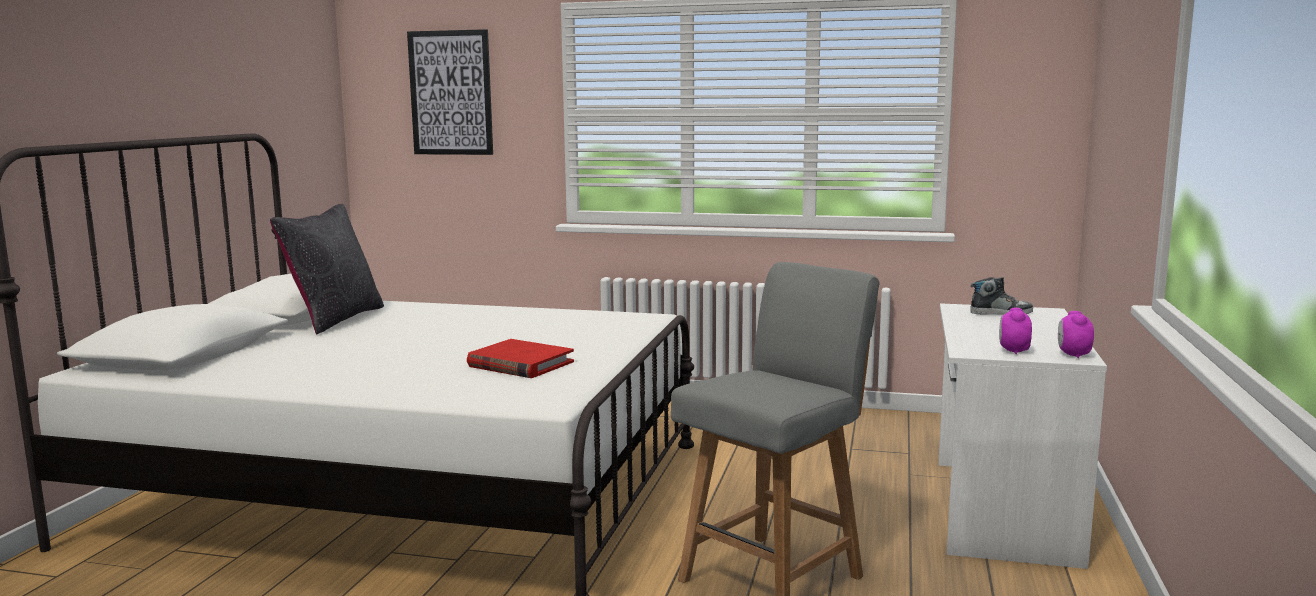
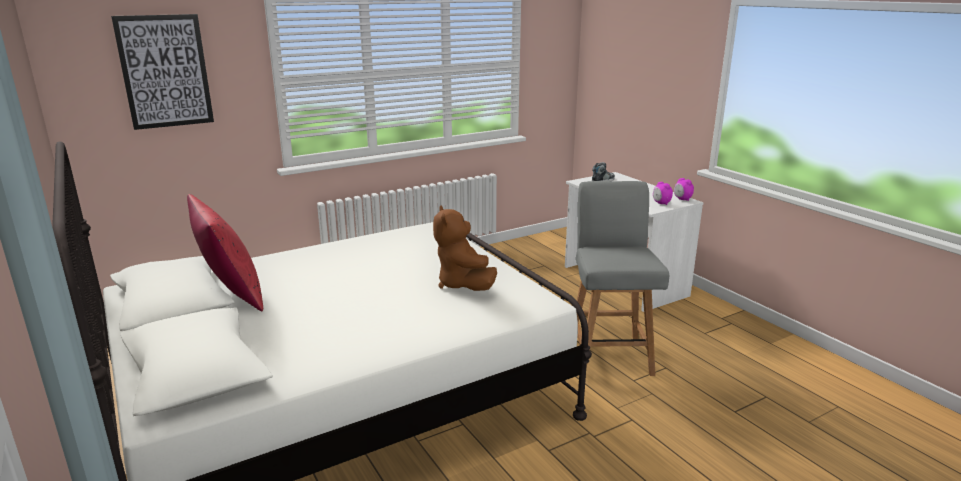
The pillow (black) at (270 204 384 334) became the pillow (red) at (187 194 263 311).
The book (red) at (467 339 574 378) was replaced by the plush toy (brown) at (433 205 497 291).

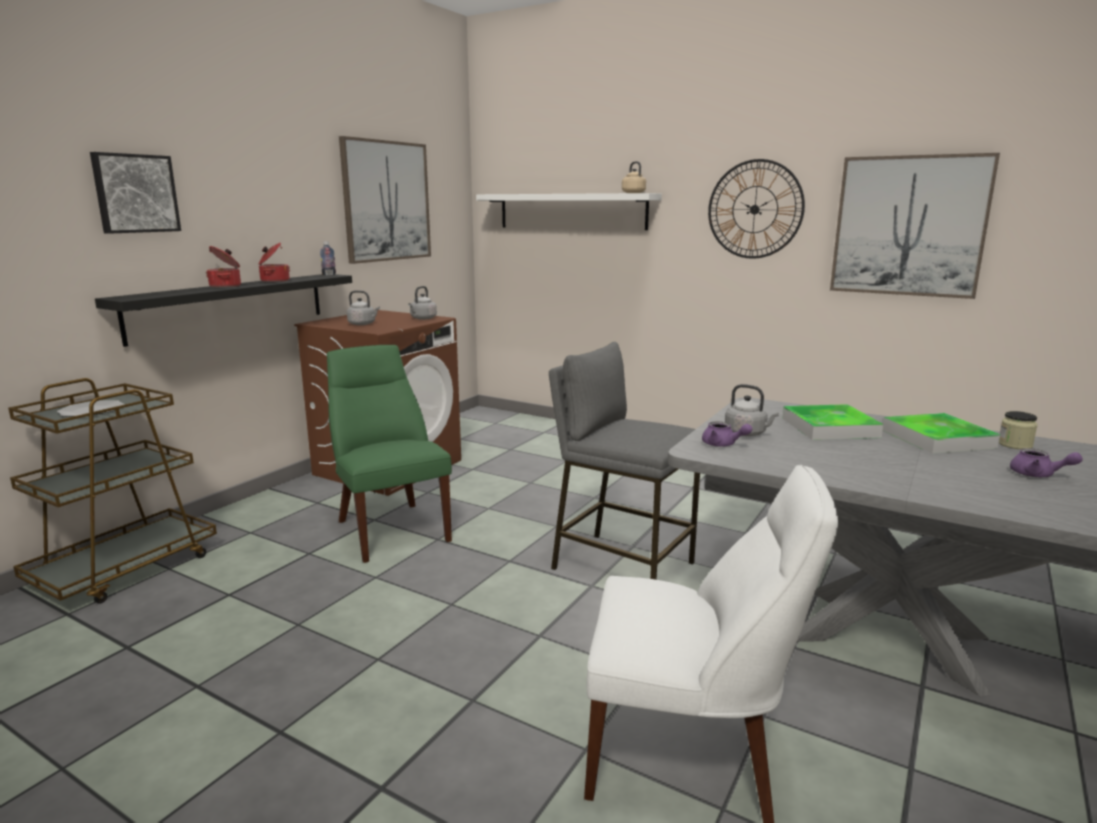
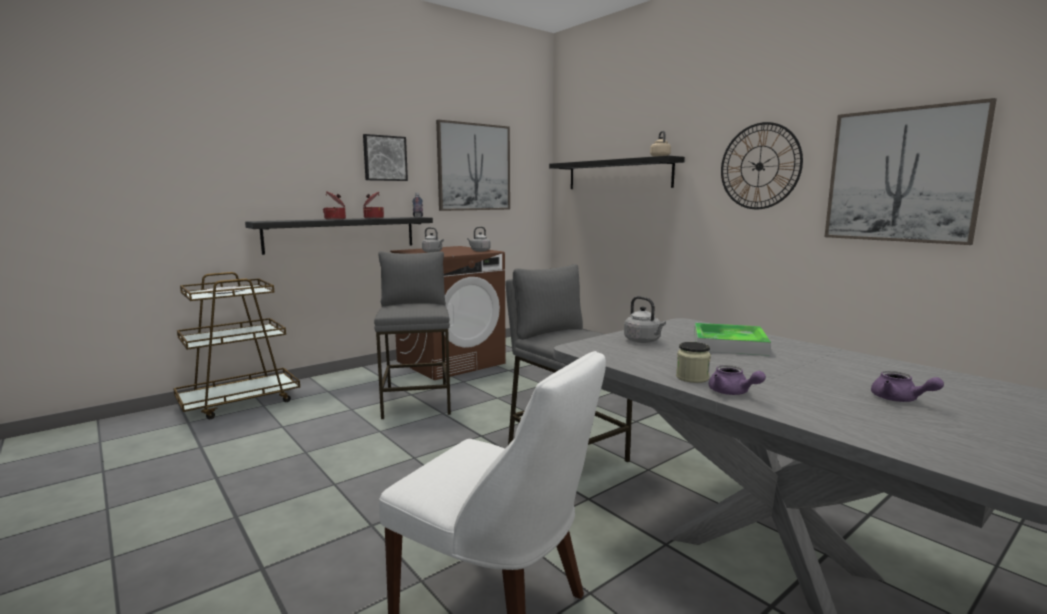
The picture moved from (90 152 181 234) to (363 134 408 181).
The chair (green) at (327 345 452 563) was replaced by the stool (grey) at (374 251 451 419).
The shelf (white) at (476 193 662 230) became the shelf (black) at (549 156 685 189).
The jar moved from (999 411 1038 449) to (676 342 711 383).
The teapot (purple) moved from (702 421 752 447) to (709 365 766 395).
The tray at (883 413 1000 454) disappeared.

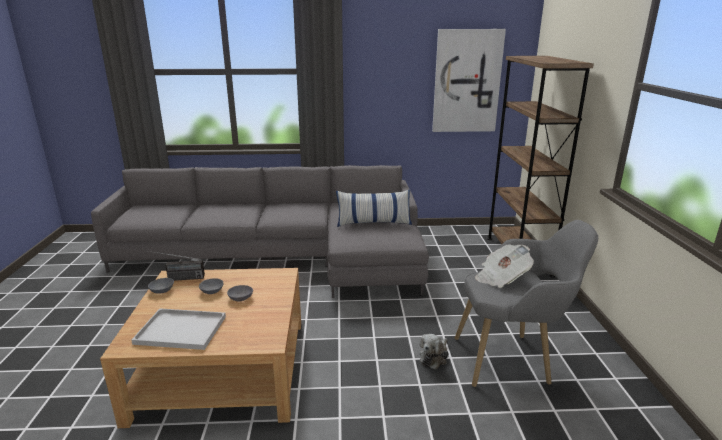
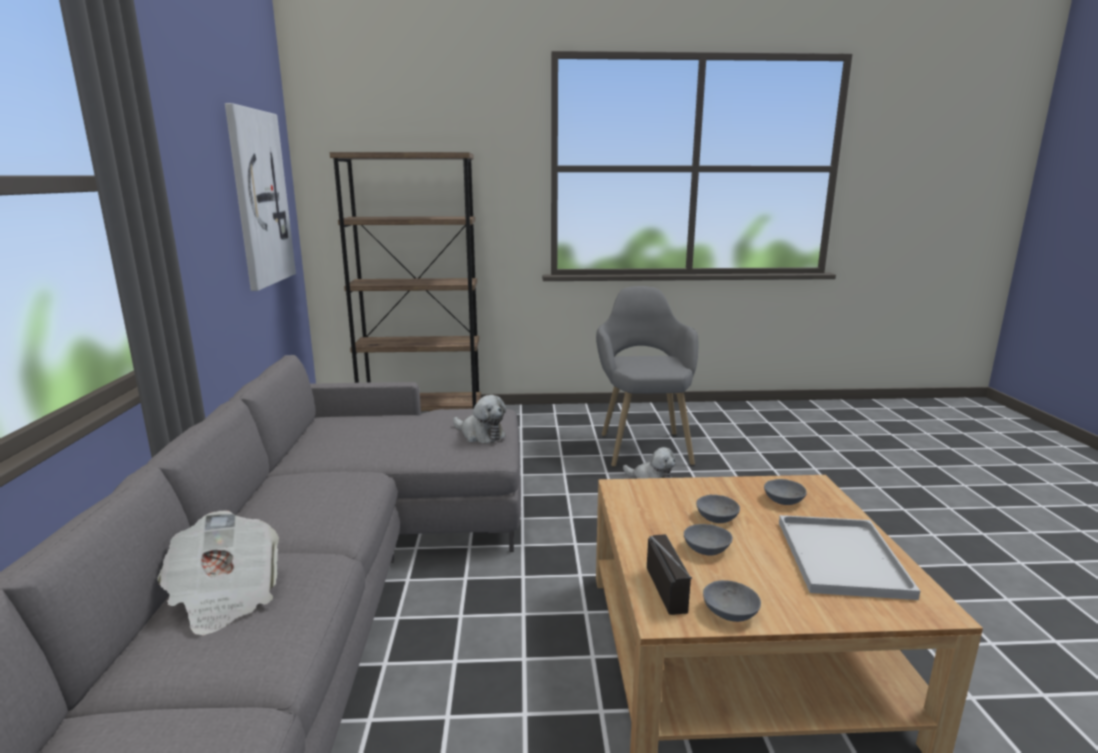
The newspaper moved from (475 244 534 288) to (157 511 279 636).
The plush toy at (453 395 506 443) appeared.
The bowl (grey) at (764 479 806 505) appeared.
The pillow at (336 190 412 227) disappeared.

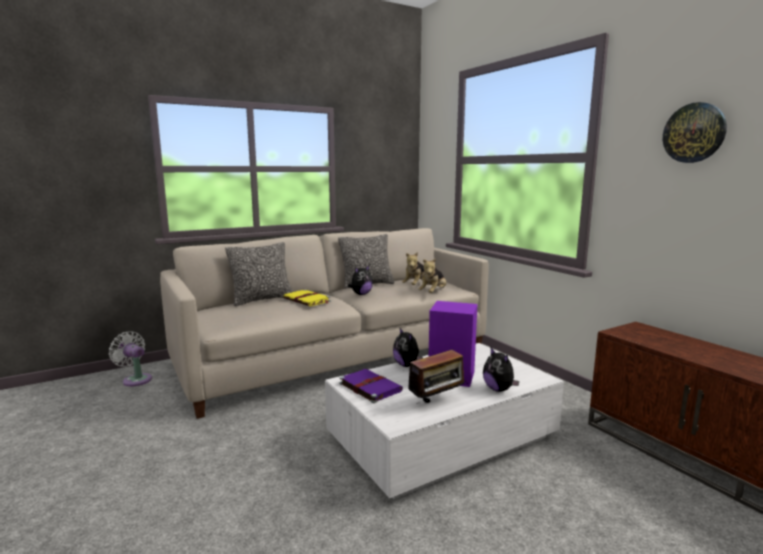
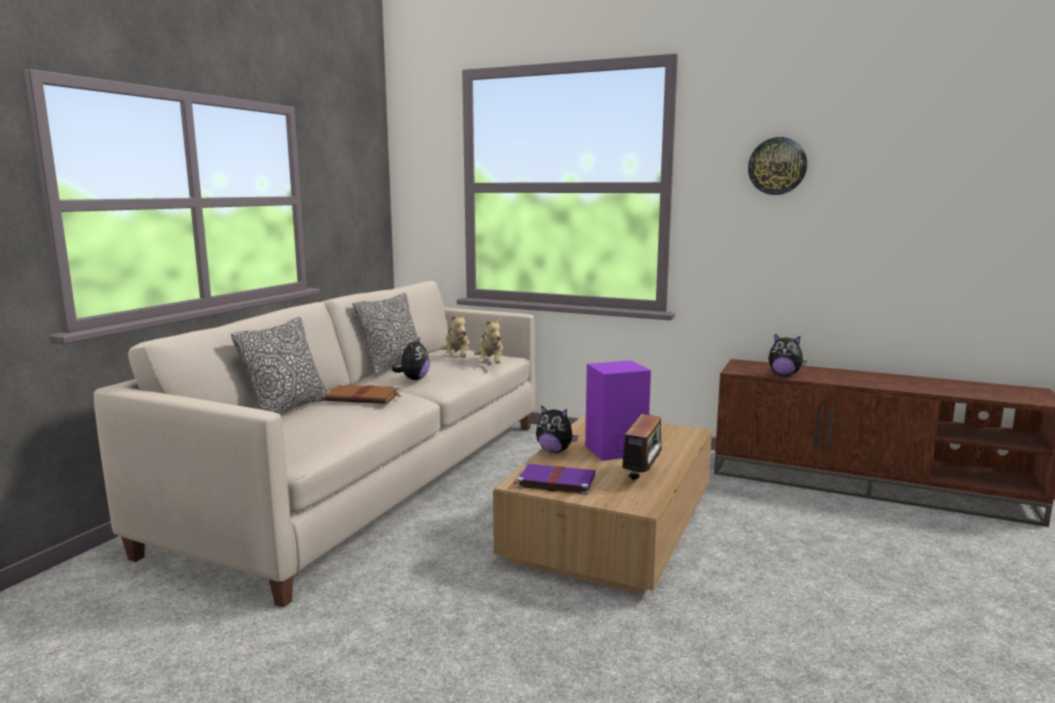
The book (yellow) at (283 289 331 306) became the book (brown) at (325 384 401 404).
The coffee table (white) at (325 343 564 499) became the coffee table (brown) at (493 413 712 594).
The plush toy moved from (483 348 519 392) to (769 334 807 375).
The fan (white) at (109 331 152 386) disappeared.

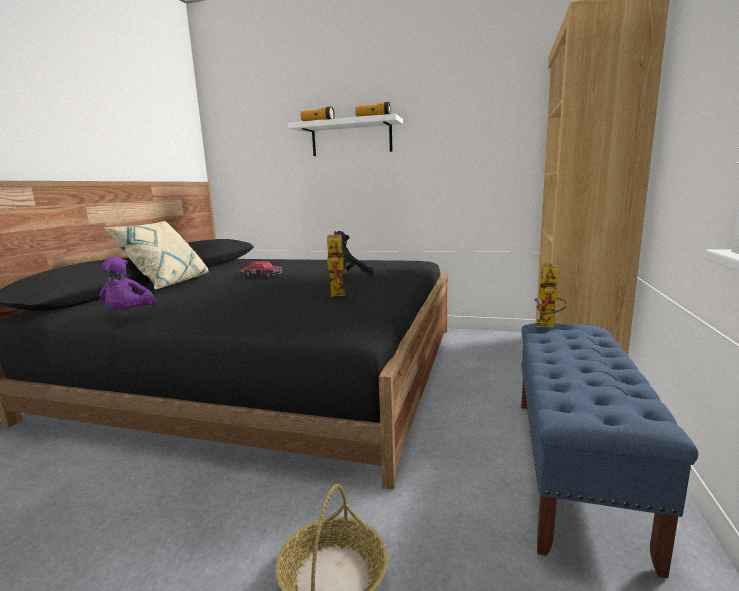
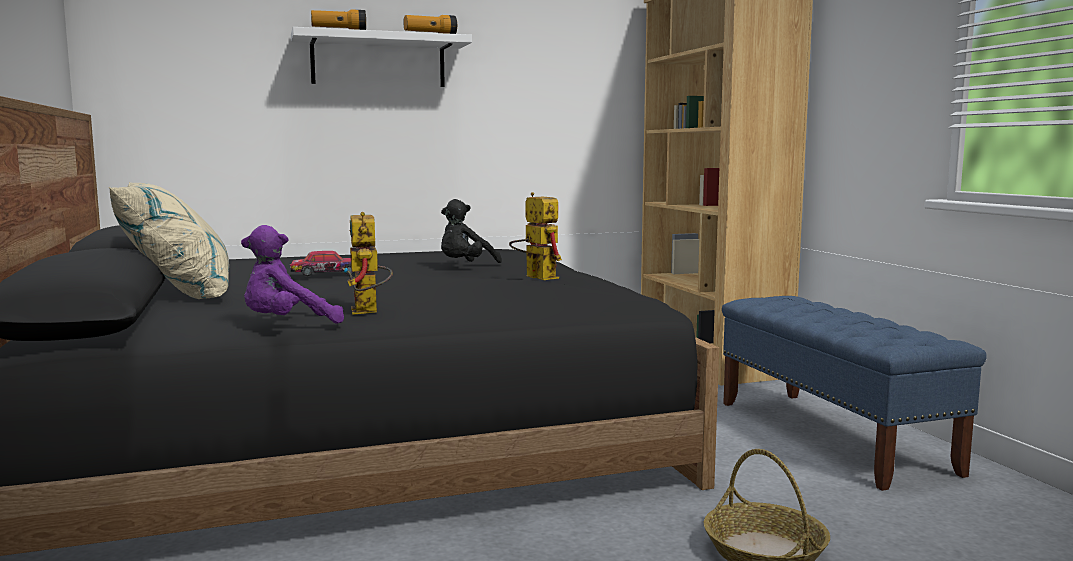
The plush toy (purple) at (99 256 158 310) turned 105 degrees clockwise.
The toy robot moved from (534 263 568 327) to (343 212 393 315).

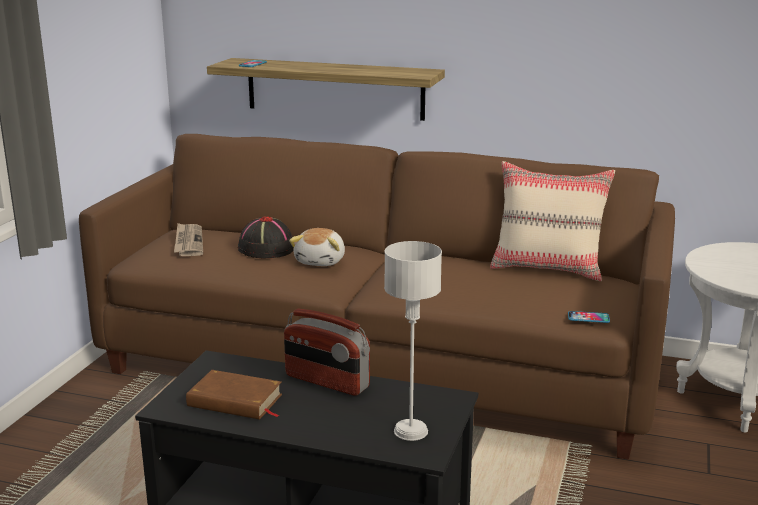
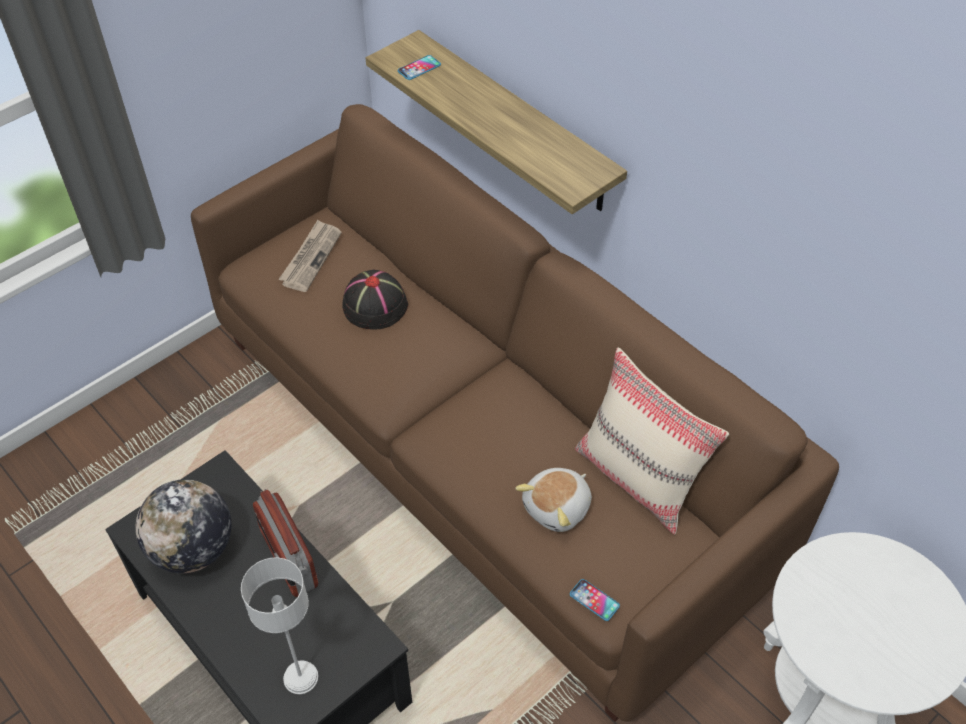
The book (brown) at (186 370 282 419) was replaced by the globe at (135 479 231 573).
The plush toy moved from (289 228 345 266) to (515 468 592 532).

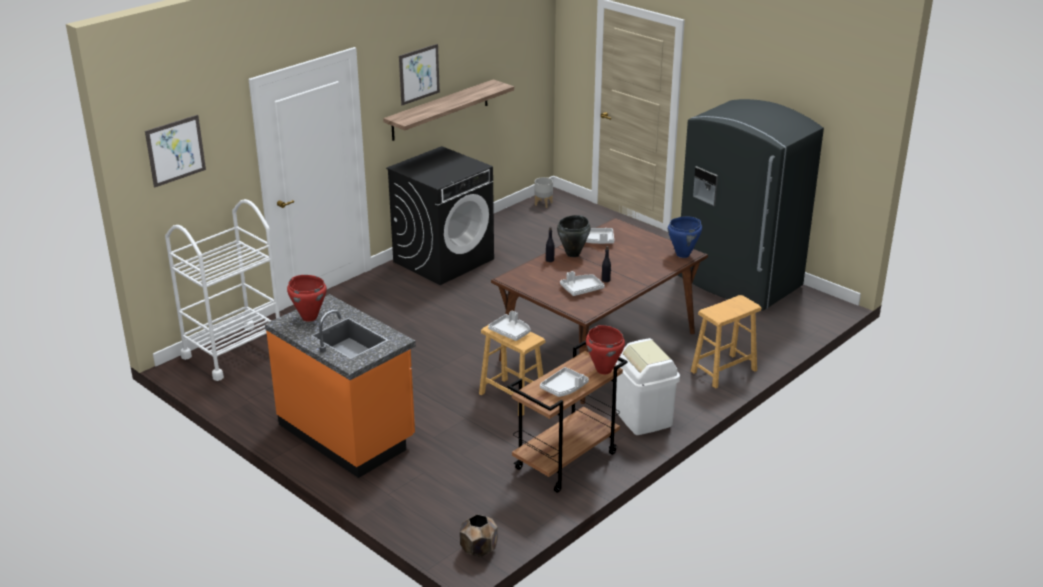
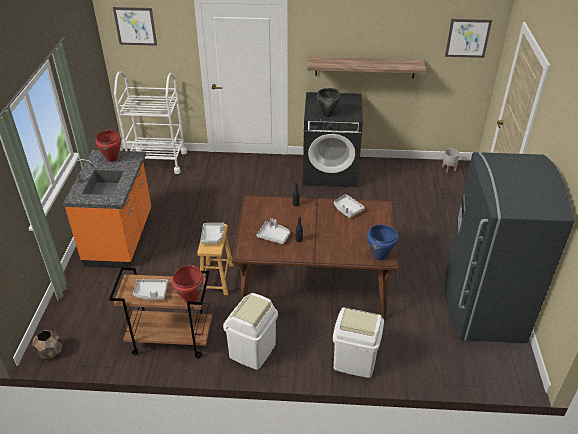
The cooking pot (black) moved from (557 215 590 257) to (316 88 341 117).
The stool (brown) at (691 295 761 389) was replaced by the trash can (white) at (333 307 384 378).
The picture moved from (399 44 440 105) to (445 19 492 58).

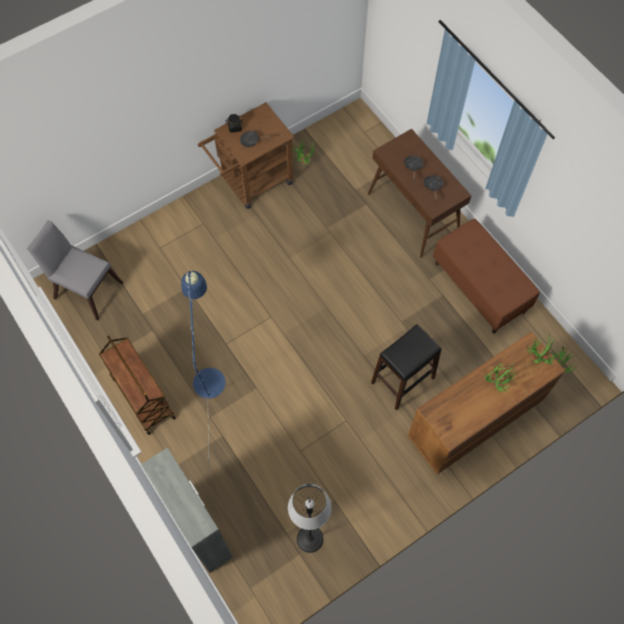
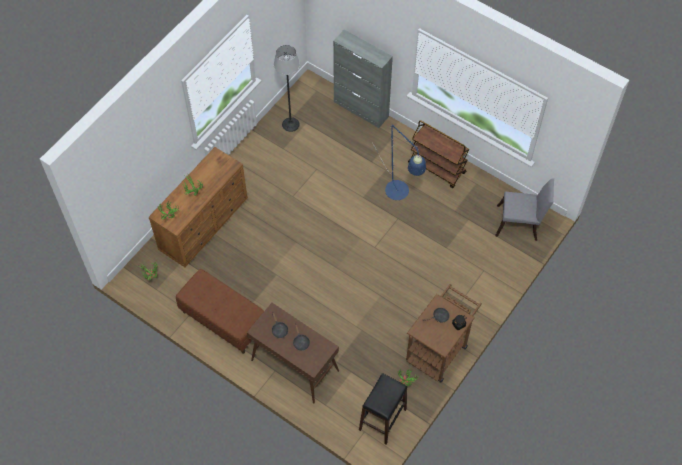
The stool (black) moved from (371 324 442 410) to (359 373 407 445).

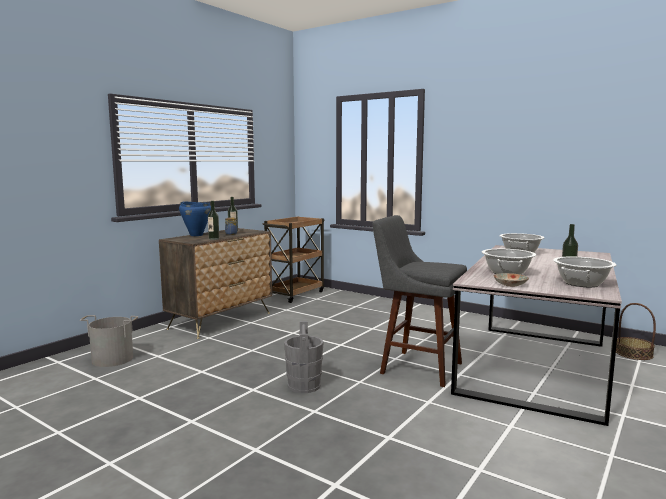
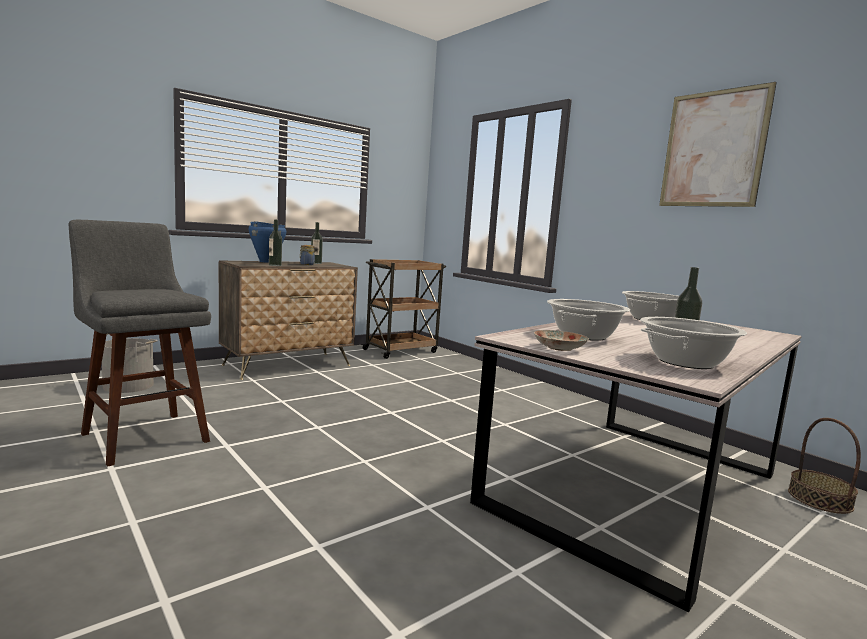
The stool (grey) moved from (372 215 467 387) to (69 220 211 467).
The picture at (659 82 777 207) appeared.
The bucket (grey) at (284 321 324 393) disappeared.

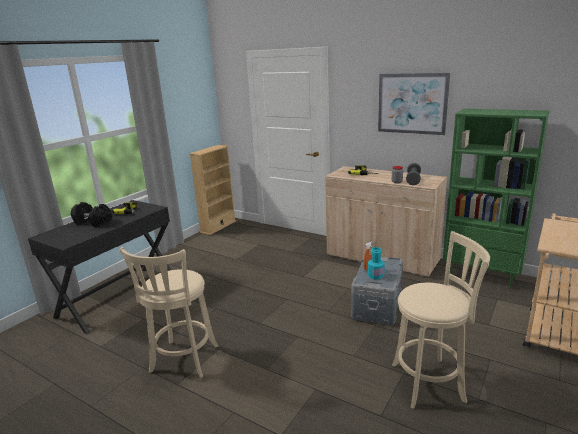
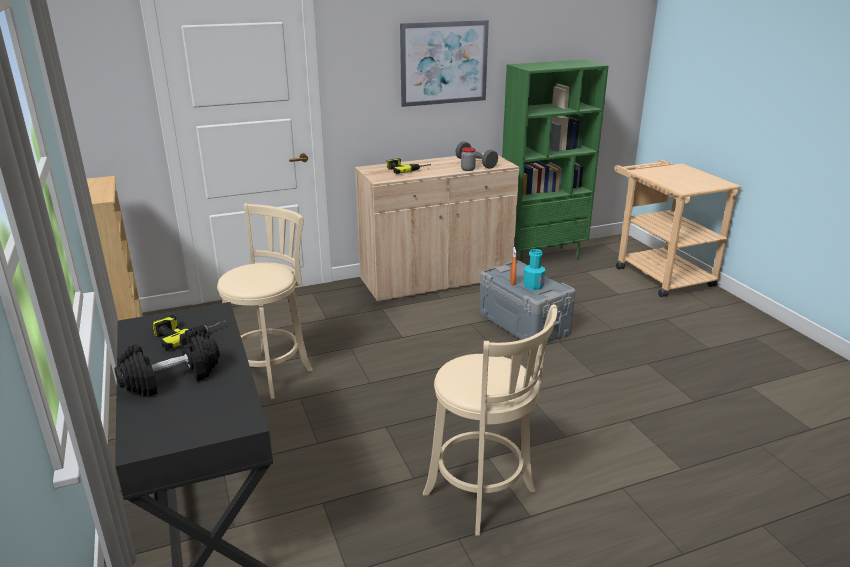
The stool (beige) moved from (392 231 490 409) to (217 203 313 399).

